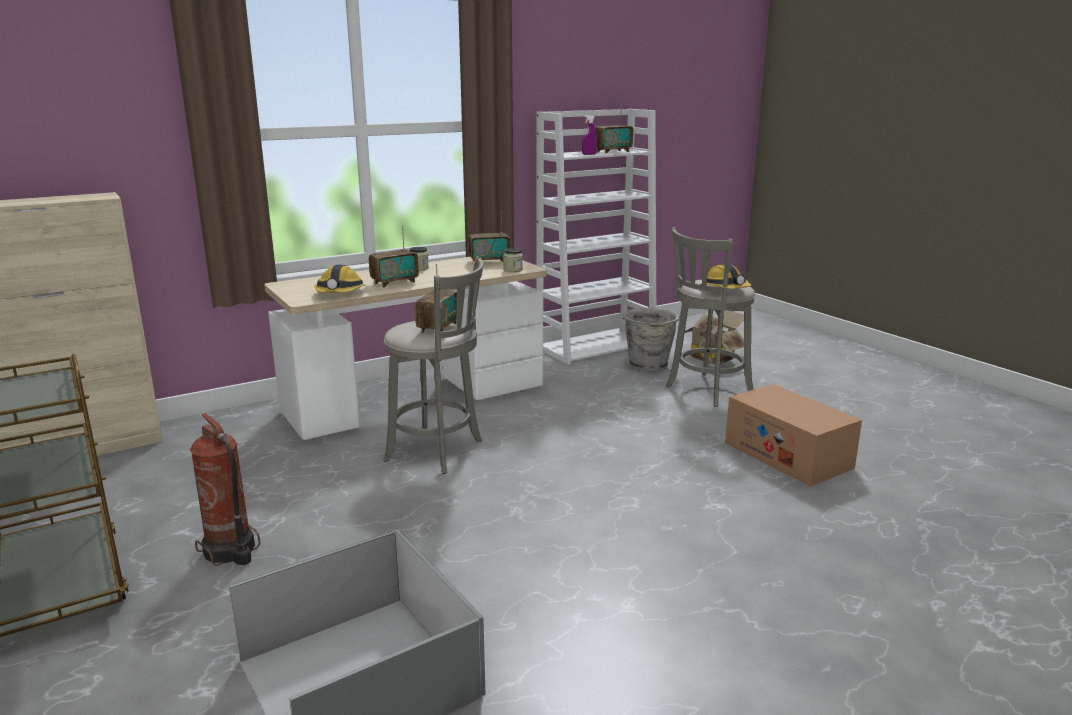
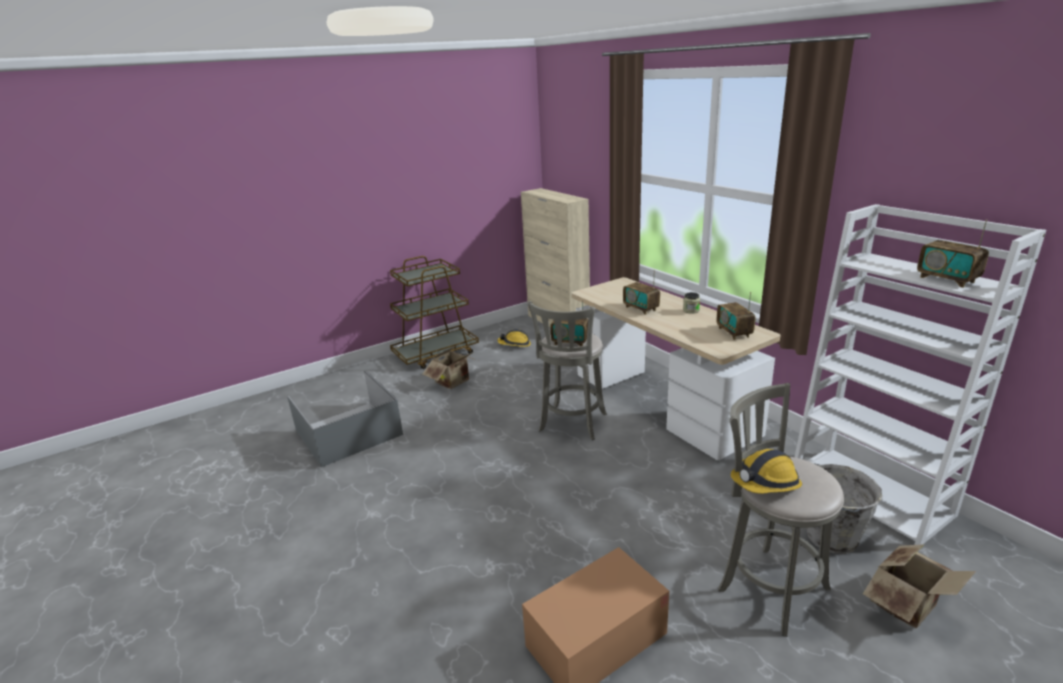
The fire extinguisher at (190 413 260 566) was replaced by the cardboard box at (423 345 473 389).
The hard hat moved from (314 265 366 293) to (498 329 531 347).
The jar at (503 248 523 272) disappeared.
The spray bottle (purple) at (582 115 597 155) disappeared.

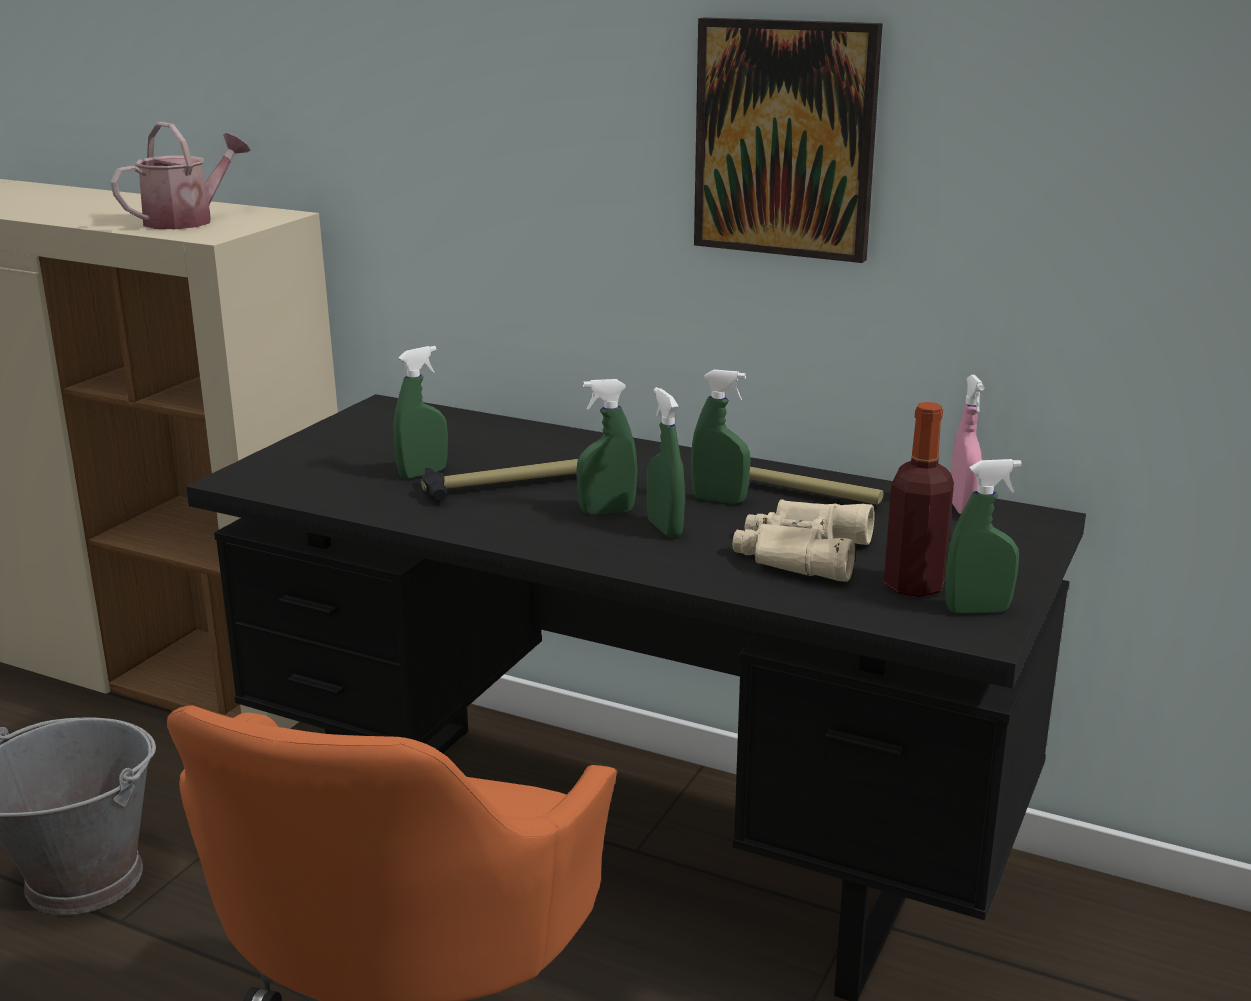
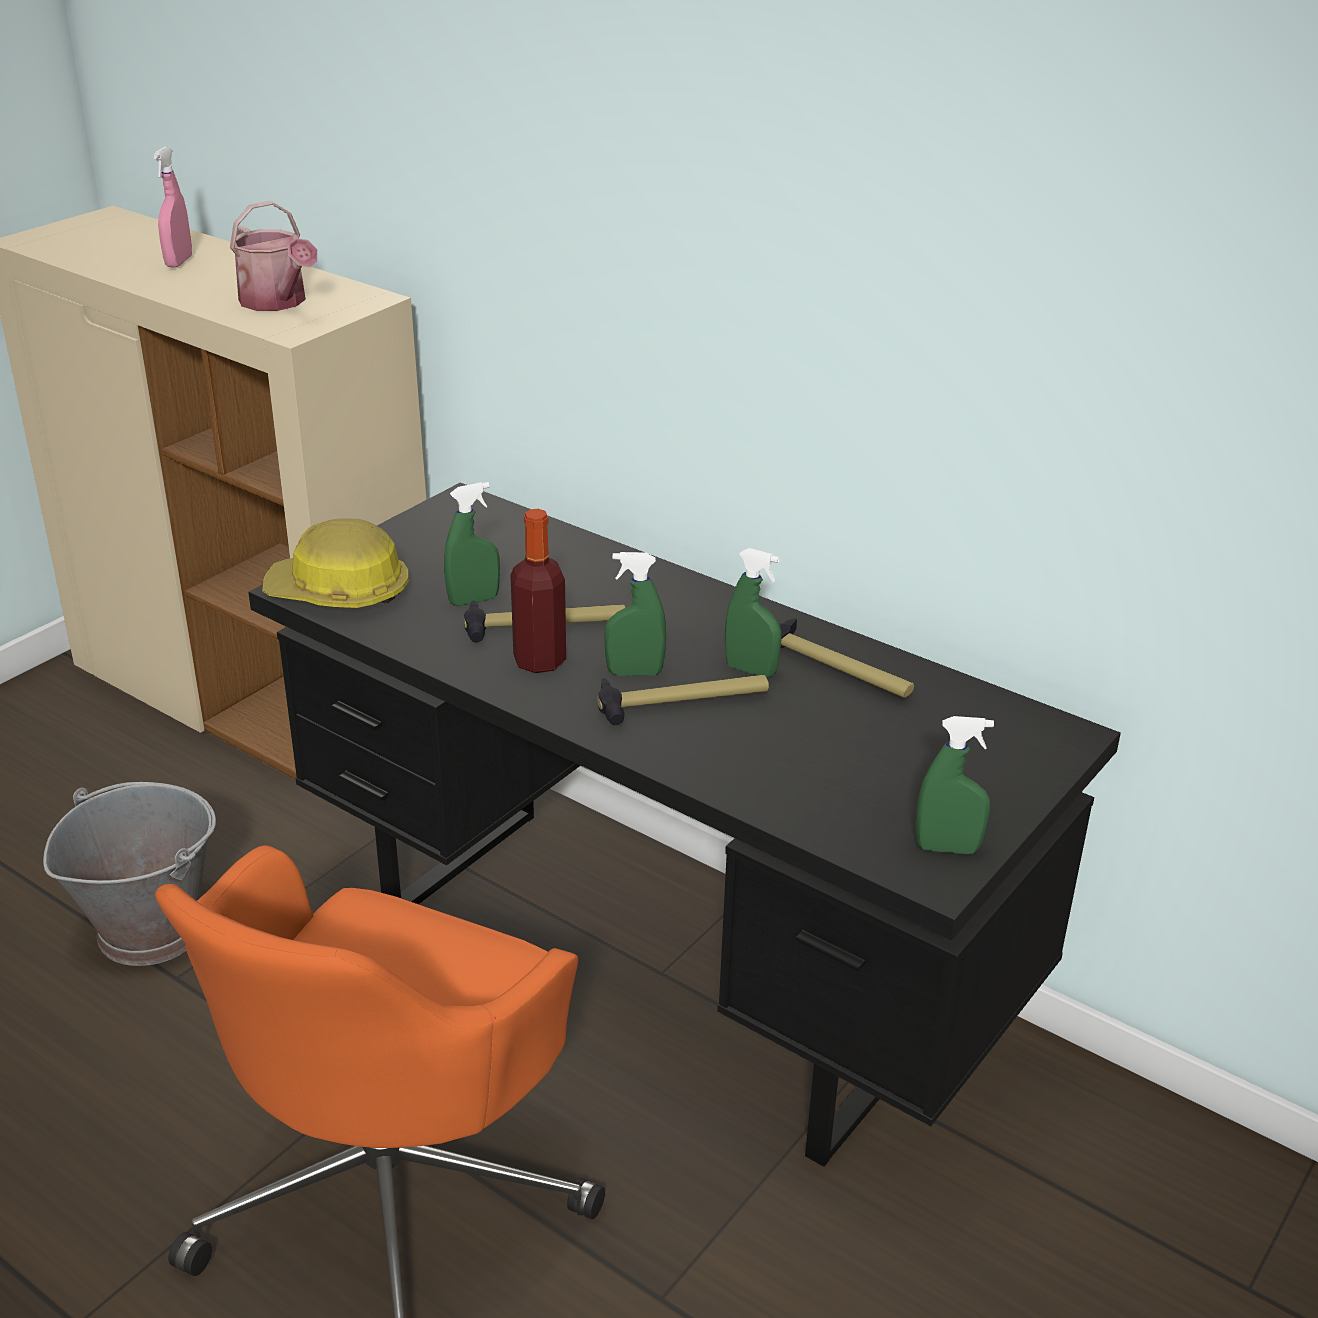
The spray bottle (pink) moved from (951 375 985 514) to (153 147 192 268).
The watering can at (111 122 251 229) turned 90 degrees clockwise.
The hard hat at (262 518 409 608) appeared.
The bottle moved from (884 402 954 597) to (510 509 566 673).
The spray bottle (green) at (647 387 685 538) was replaced by the hammer at (597 675 769 725).
The picture at (694 17 883 263) disappeared.
The binoculars (beige) at (732 500 875 582) disappeared.

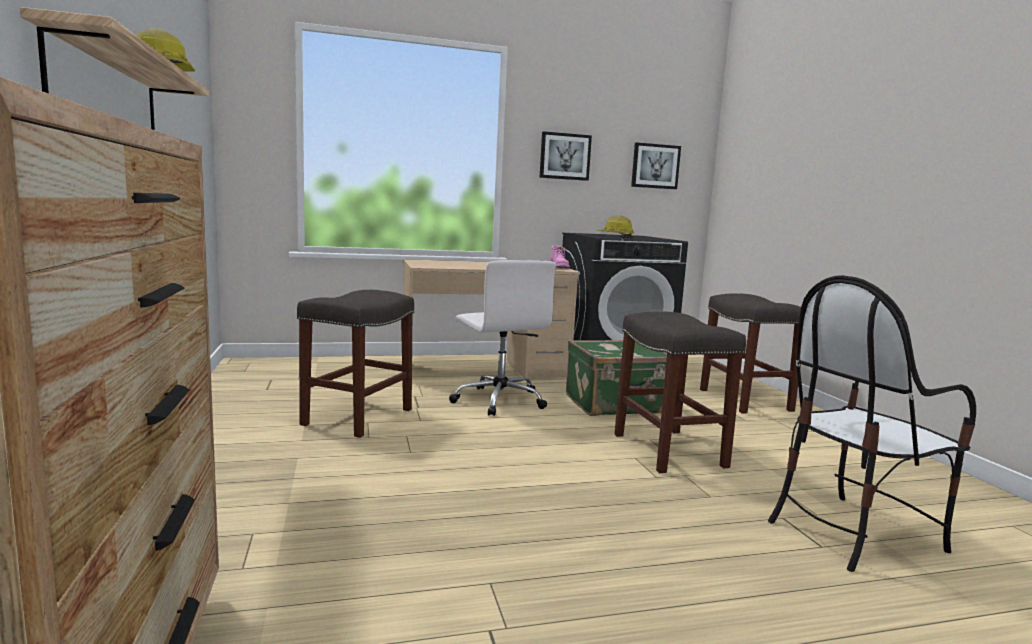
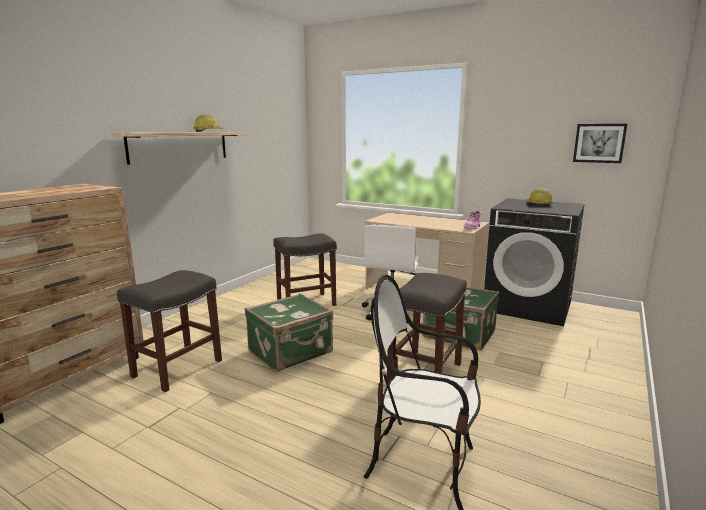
The stool (grey) moved from (700 293 801 414) to (117 270 222 392).
The suitcase (green) at (245 293 333 372) appeared.
The picture at (540 131 592 181) disappeared.

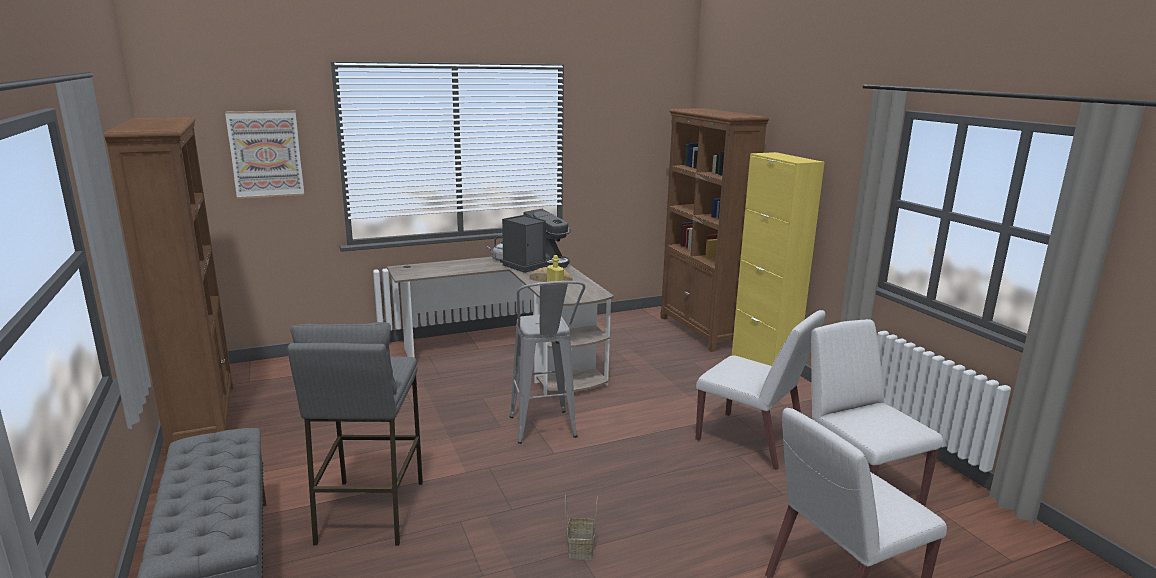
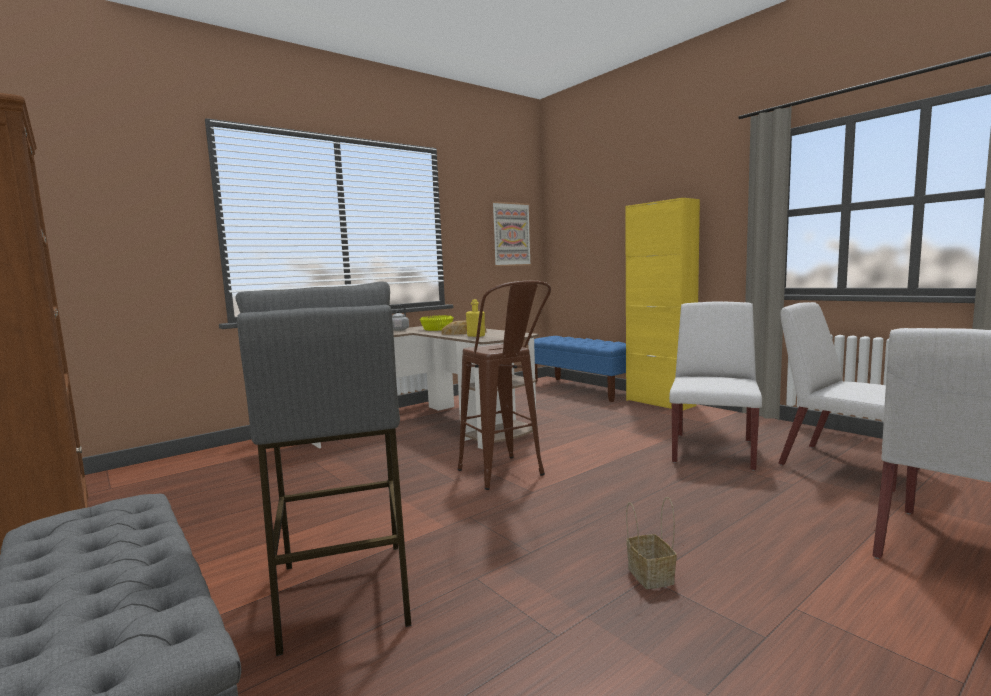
The coffee machine at (500 209 570 273) was replaced by the bowl (yellow) at (420 315 453 331).
The stool (grey) at (510 281 585 444) became the stool (brown) at (458 281 551 490).
The picture moved from (225 111 304 199) to (492 202 531 266).
The bookcase (brown) at (660 108 769 352) was replaced by the bench (blue) at (534 336 626 402).
The chair (white) at (695 310 826 470) turned 90 degrees counterclockwise.

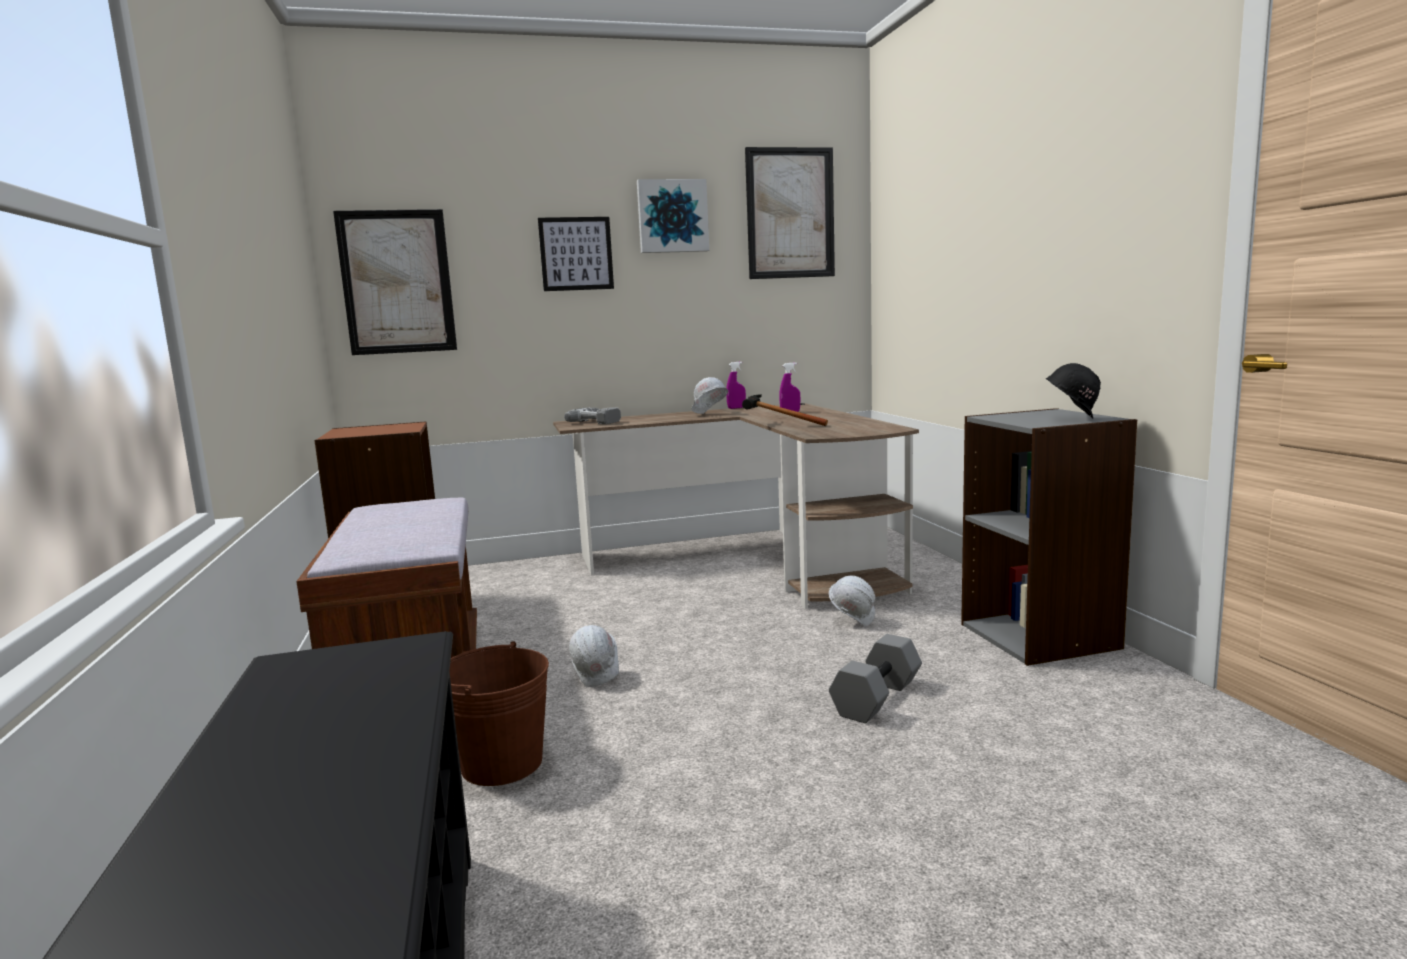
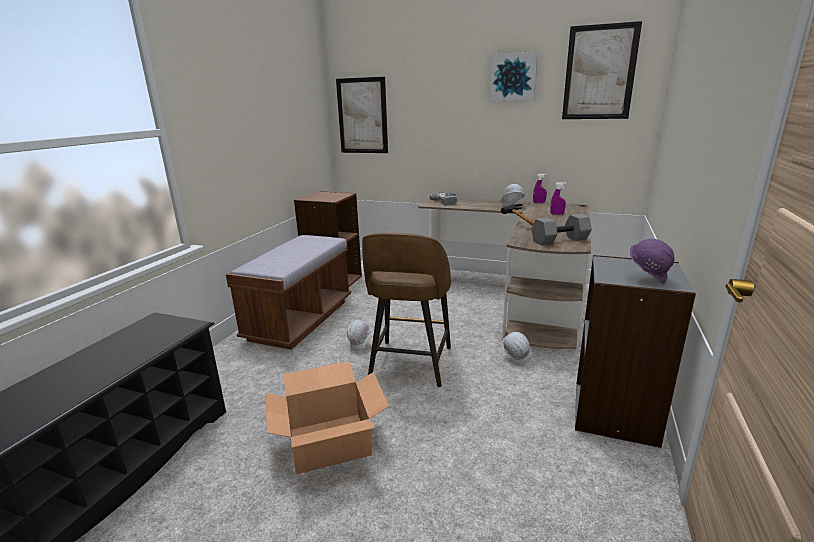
The cardboard box at (265 361 389 474) appeared.
The stool (brown) at (362 233 451 387) appeared.
The dumbbell (grey) moved from (829 634 922 723) to (531 214 592 246).
The hard hat (black) at (1045 363 1101 418) became the hard hat (purple) at (630 239 675 284).
The bucket (brown) at (449 641 549 786) disappeared.
The picture at (538 217 614 291) disappeared.

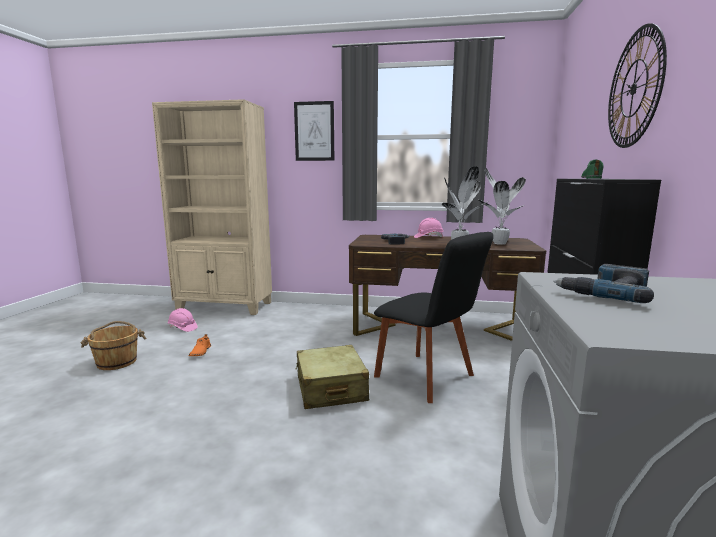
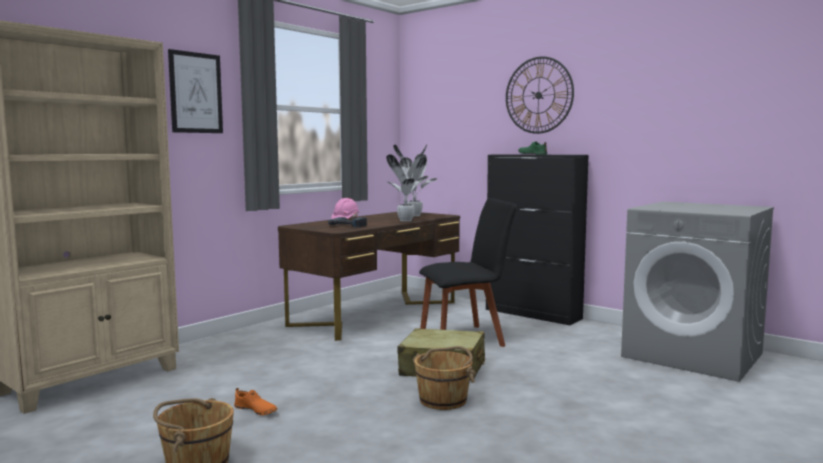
The bucket (brown) at (413 346 476 410) appeared.
The hard hat (pink) at (168 308 198 332) disappeared.
The power drill at (553 264 654 303) disappeared.

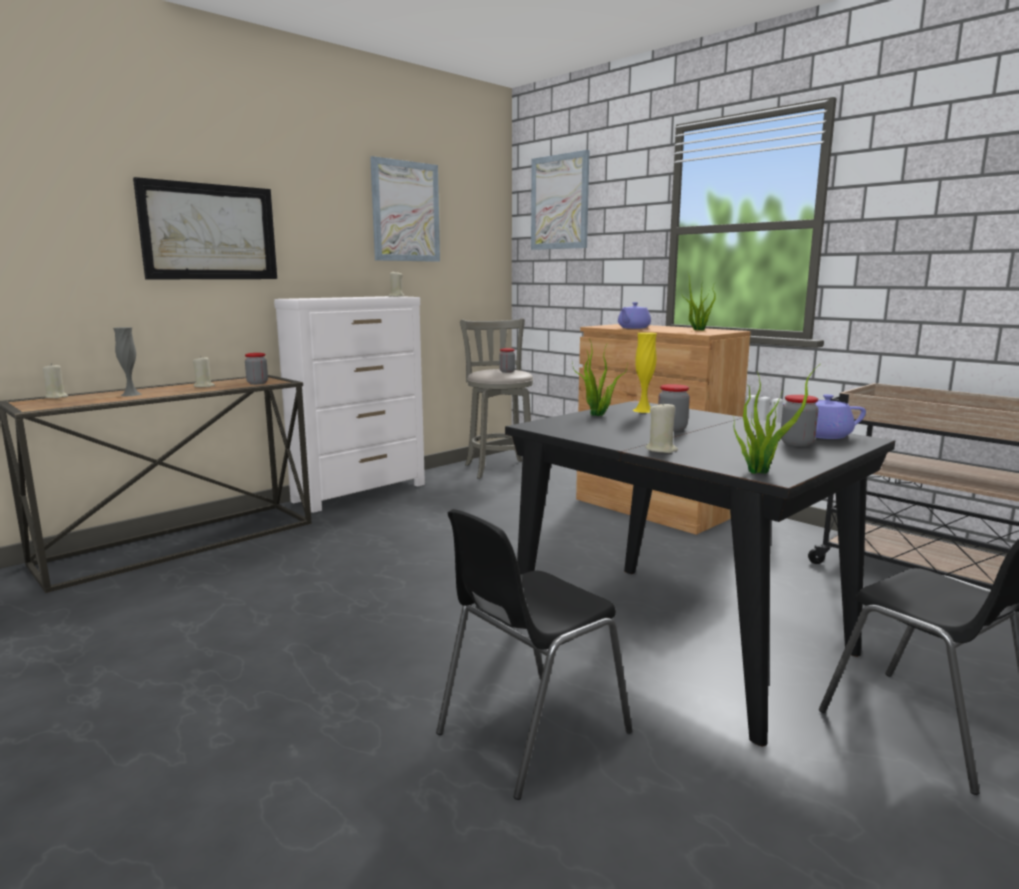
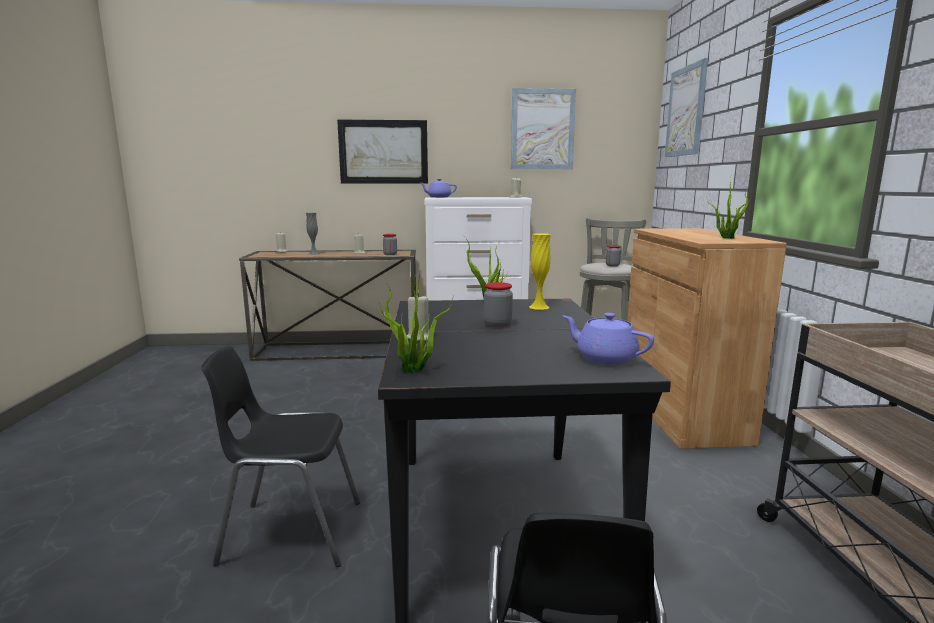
The teapot (purple) moved from (618 302 651 329) to (421 179 457 198).
The jar at (781 395 819 446) disappeared.

